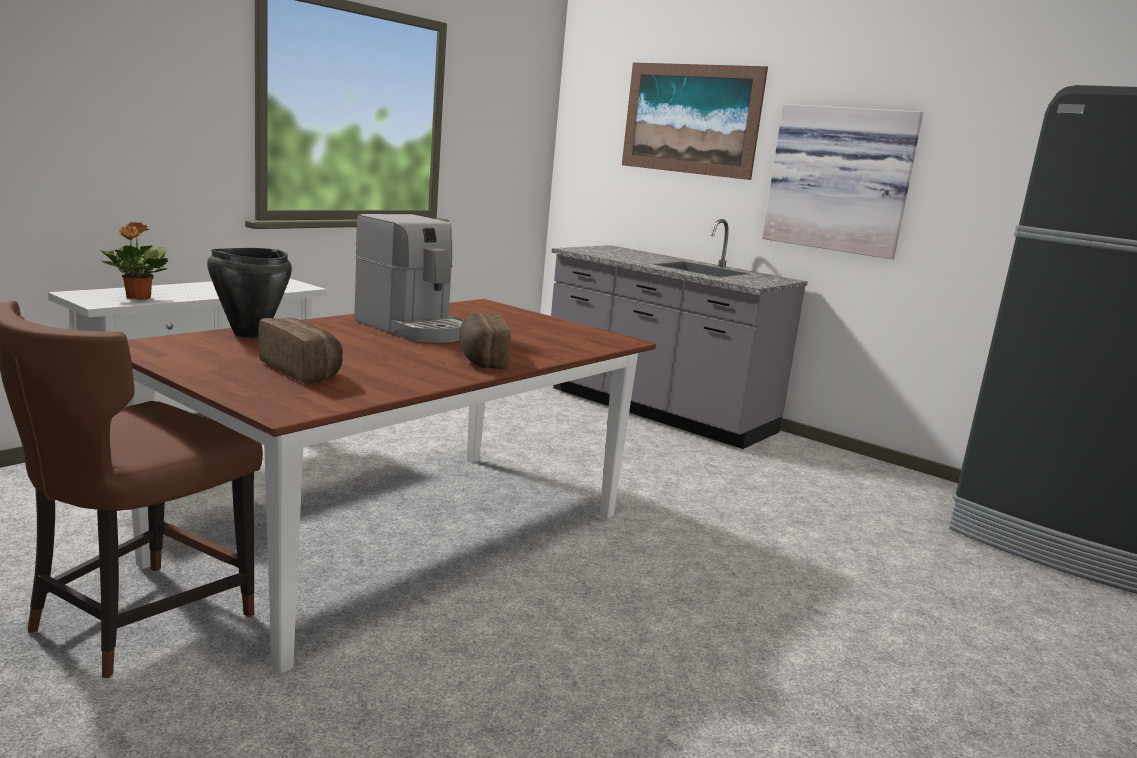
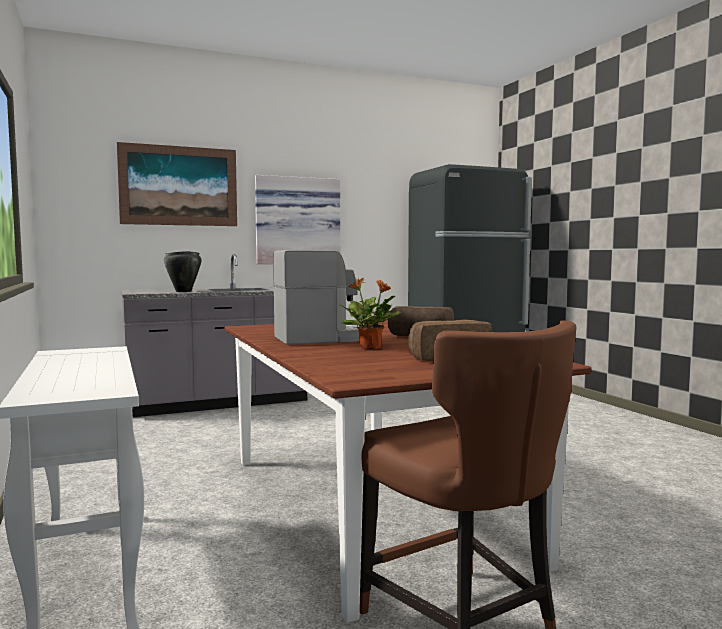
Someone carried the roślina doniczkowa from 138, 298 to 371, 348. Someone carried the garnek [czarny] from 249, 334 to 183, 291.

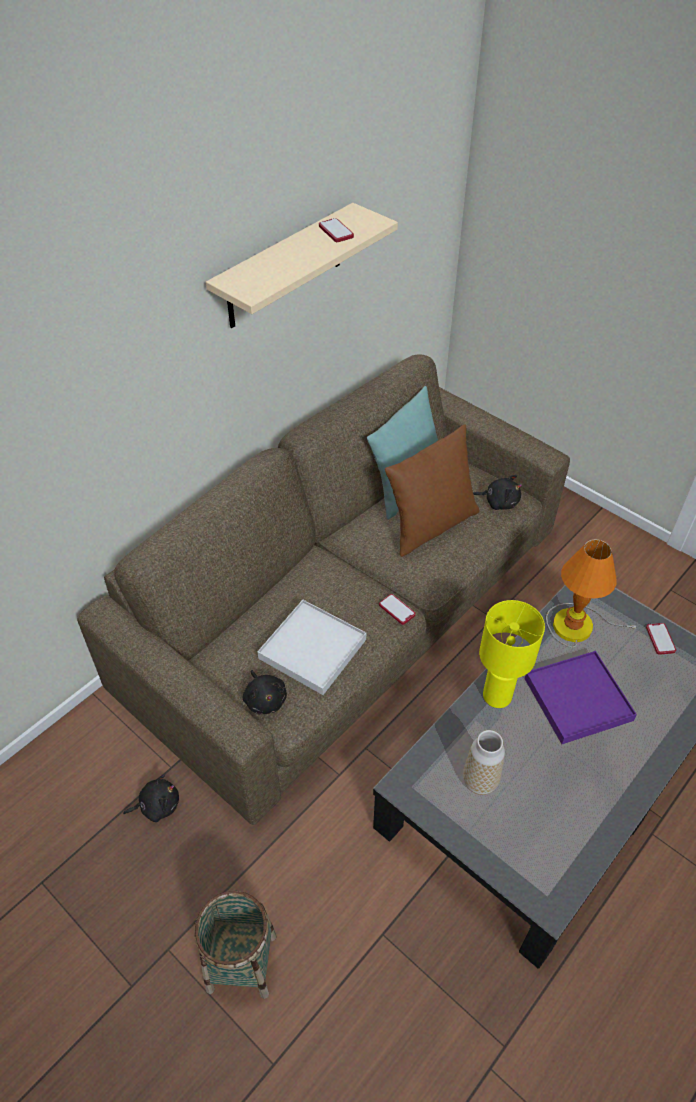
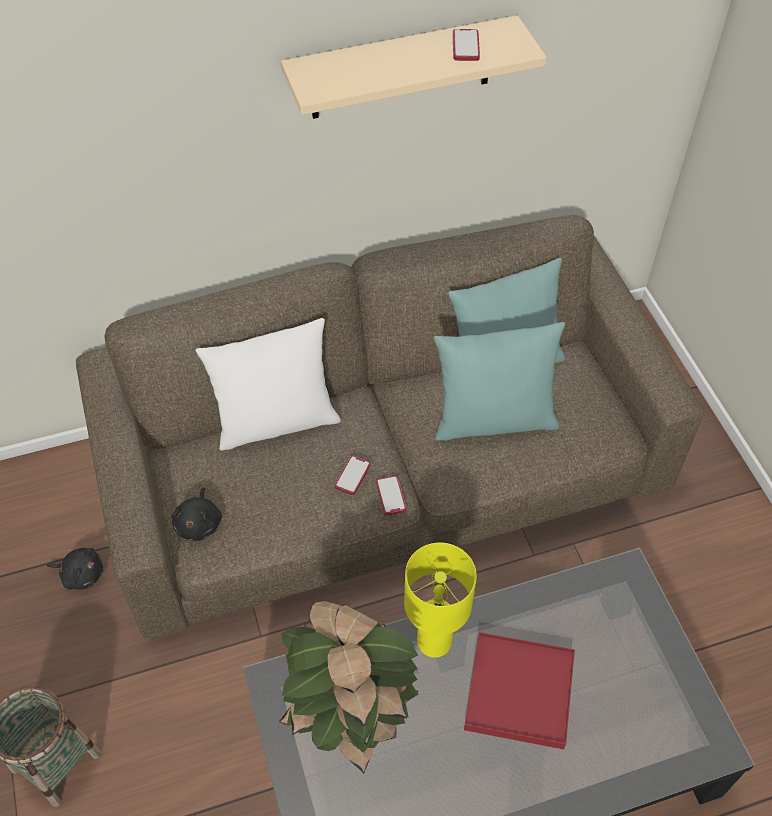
Someone took away the taca [biały] at 313, 649. Someone took away the pluszak [czarny] at 499, 502. Someone took away the lampa stołowa at 576, 624. Someone put down the poduszka [biały] at 276, 422. Someone carried the telefon from 660, 639 to 352, 476. Someone swapped the wazon at 480, 781 for the roślina doniczkowa at 349, 720. Someone repainted the poduszka [brązowy] at 430, 525, which became the poduszka [turkusowy] at 493, 420. Someone repainted the taca [fioletowy] at 577, 699, which became the taca [czerwony] at 519, 691.

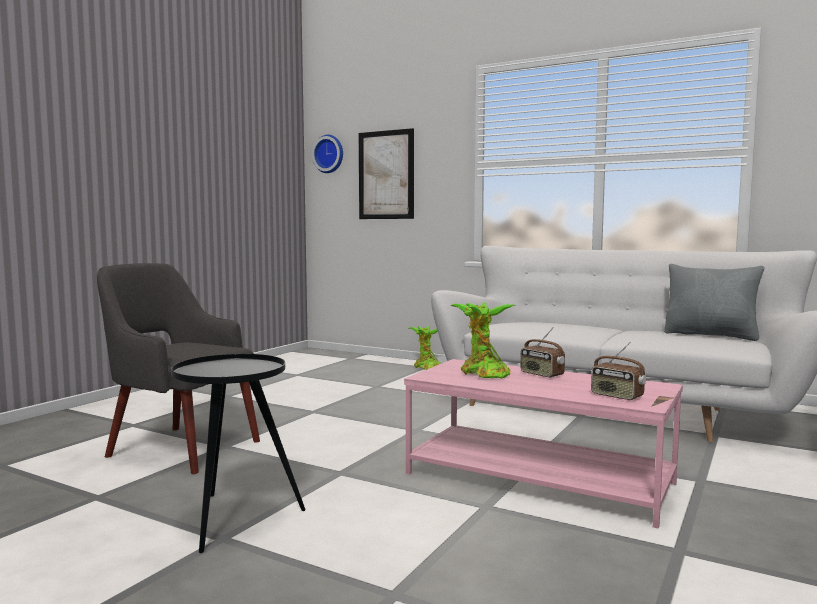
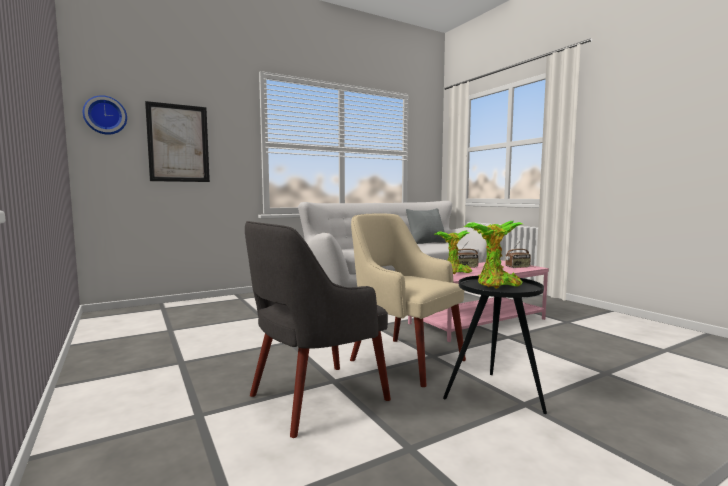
Someone put down the fotel [beżowy] at 405, 359. Someone carried the roślina doniczkowa from 426, 367 to 496, 285.

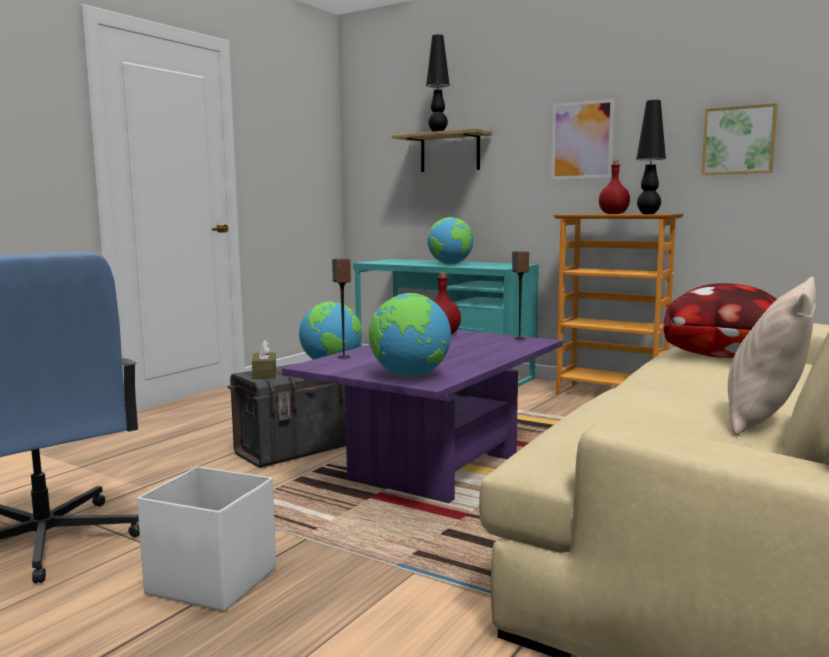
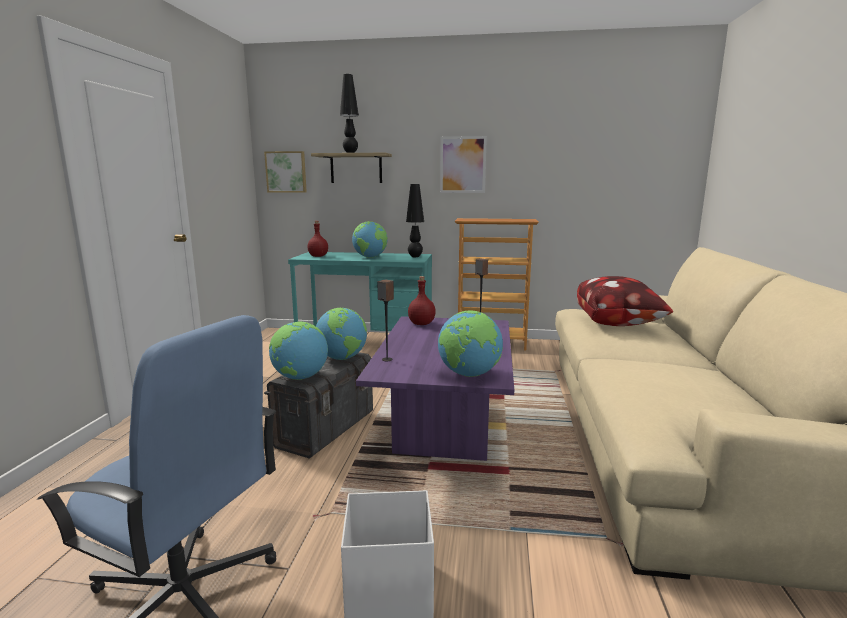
Someone took away the poduszka [beżowy] at 764, 420. Someone carried the butelka [czerwony] from 614, 214 to 318, 256. Someone carried the lampa stołowa [czarny] from 648, 214 to 415, 256. Someone carried the obraz from 739, 140 to 286, 172. Someone swapped the pudełko chusteczek [brązowy] at 264, 374 for the globus at 300, 377.

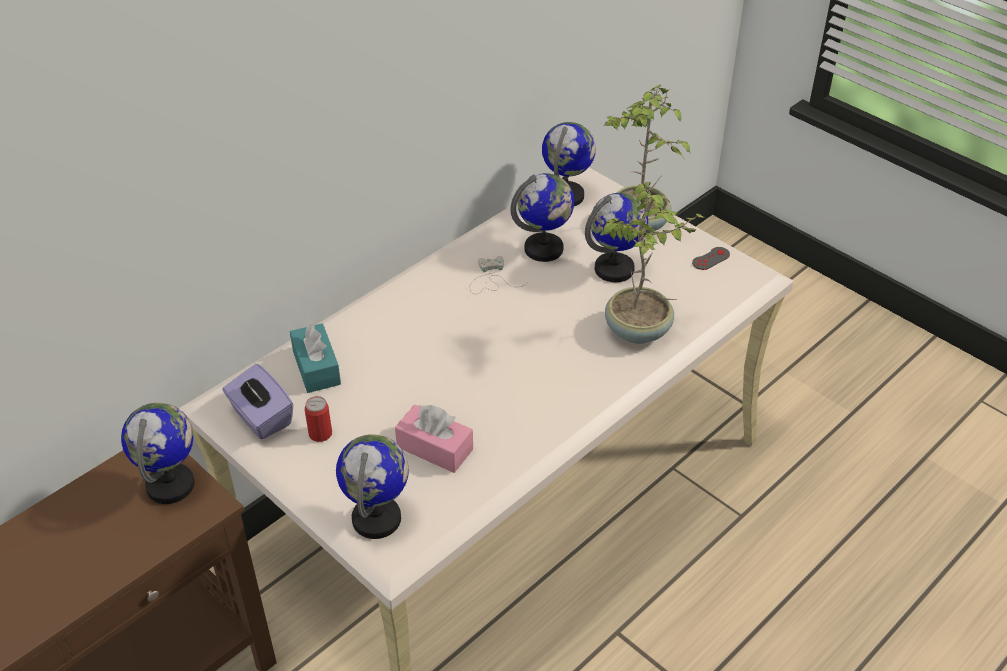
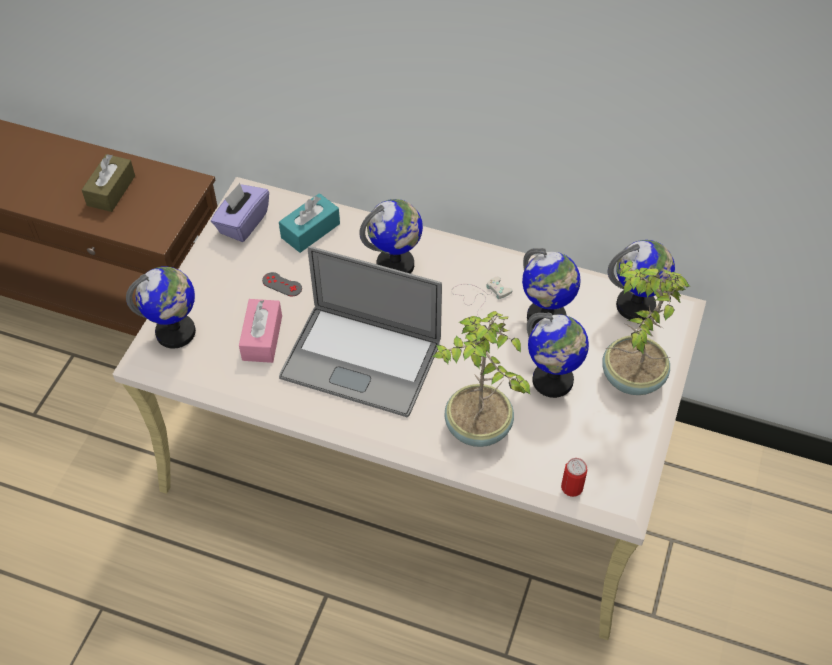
Someone put down the pudełko chusteczek [brązowy] at 111, 190. Someone put down the laptop at 361, 360. Someone carried the globus from 171, 485 to 396, 265. Someone carried the puszka from 320, 434 to 572, 487. Someone carried the pad do gier [szary] from 711, 258 to 282, 284.

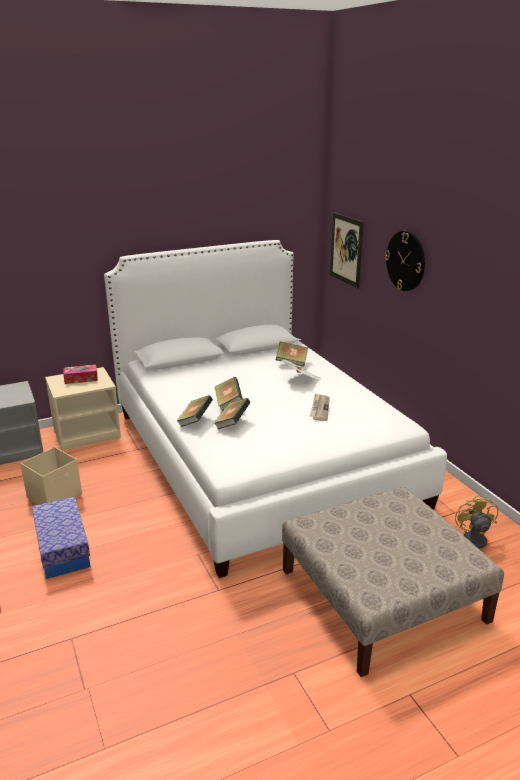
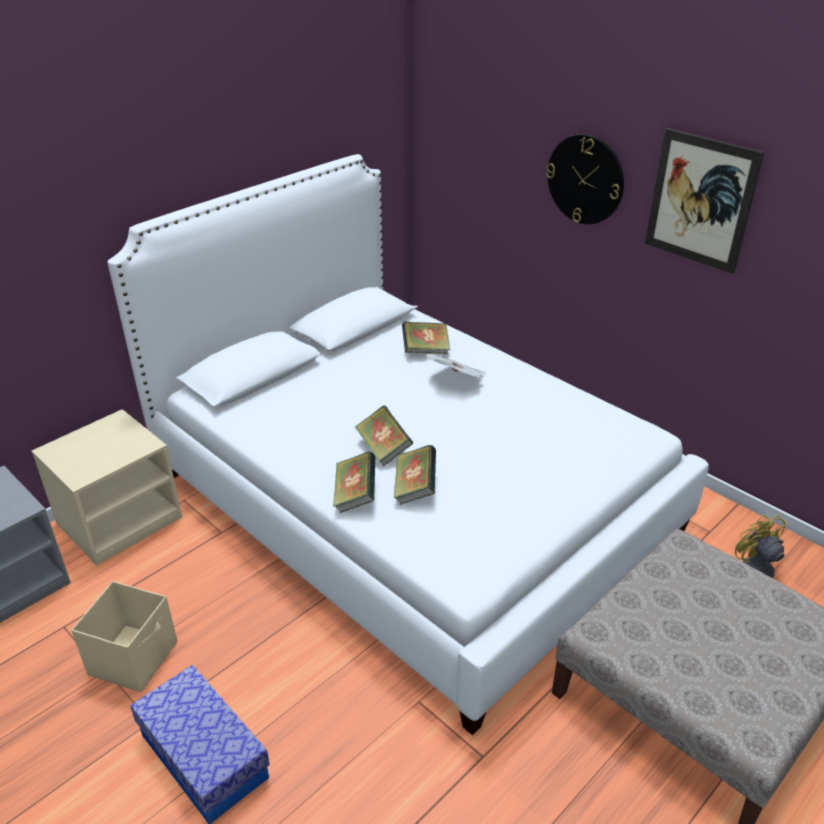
Someone took away the pudełko chusteczek at 81, 379. Someone took away the gazeta at 319, 408. Someone carried the obraz from 346, 249 to 700, 201.

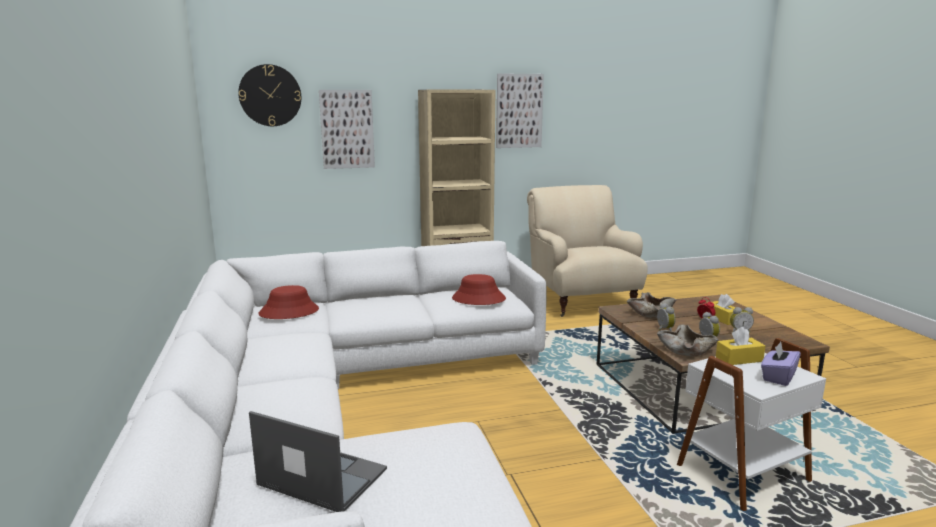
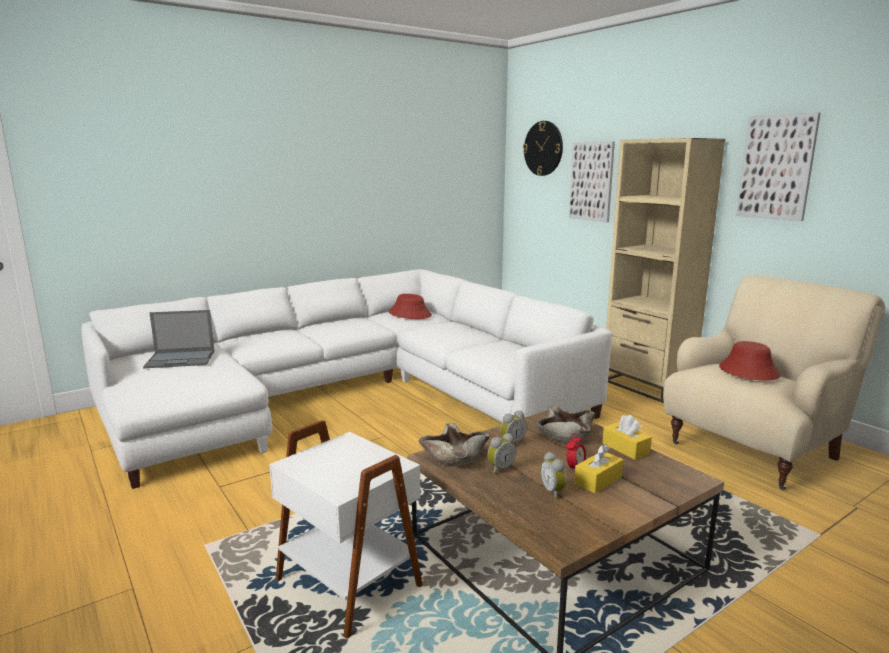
Someone took away the pudełko chusteczek [fioletowy] at 778, 377. Someone carried the kapelusz [czerwony] from 478, 299 to 748, 371. Someone carried the pudełko chusteczek [żółty] from 739, 359 to 625, 448. Someone rotated the laptop at 321, 477 by 75 degrees clockwise.

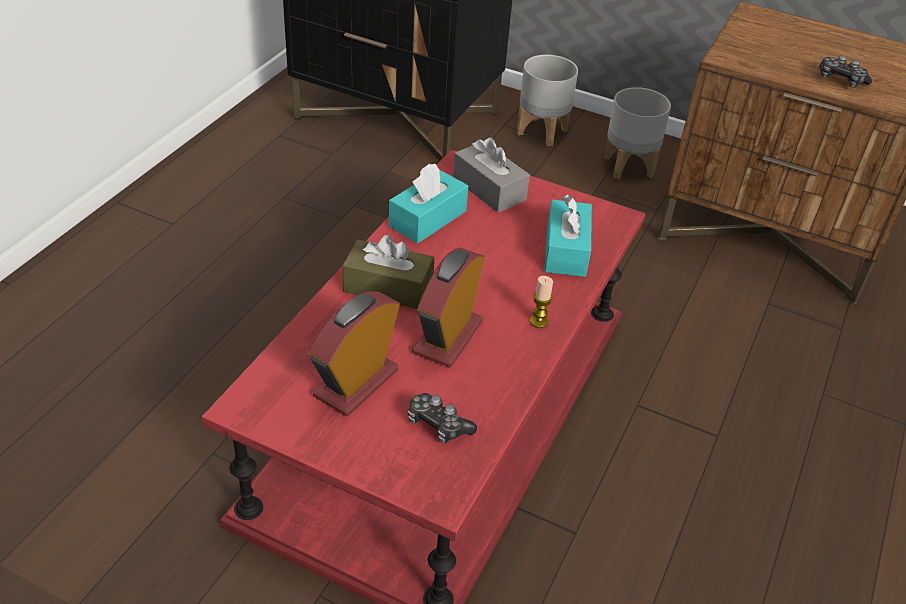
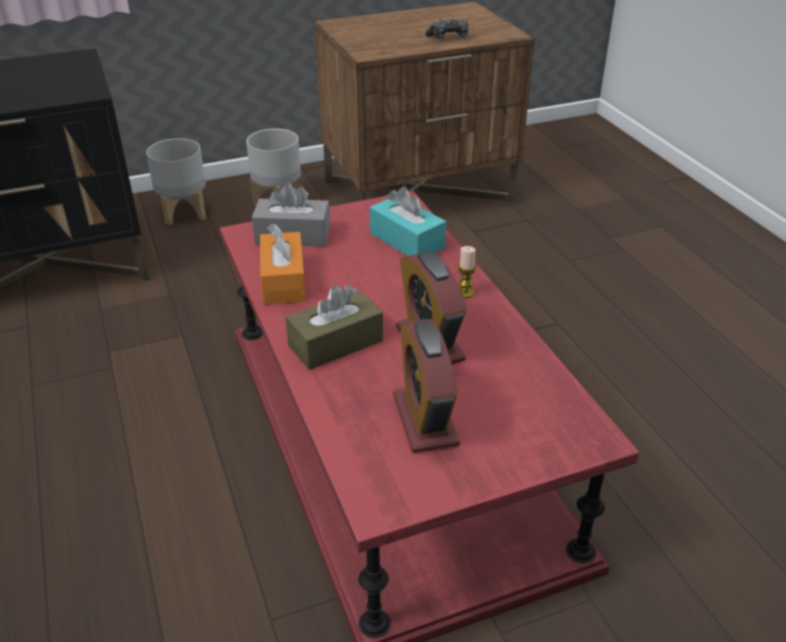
Someone took away the pad do gier at 438, 425. Someone repainted the pudełko chusteczek [turkusowy] at 427, 218, which became the pudełko chusteczek [pomarańczowy] at 283, 281.

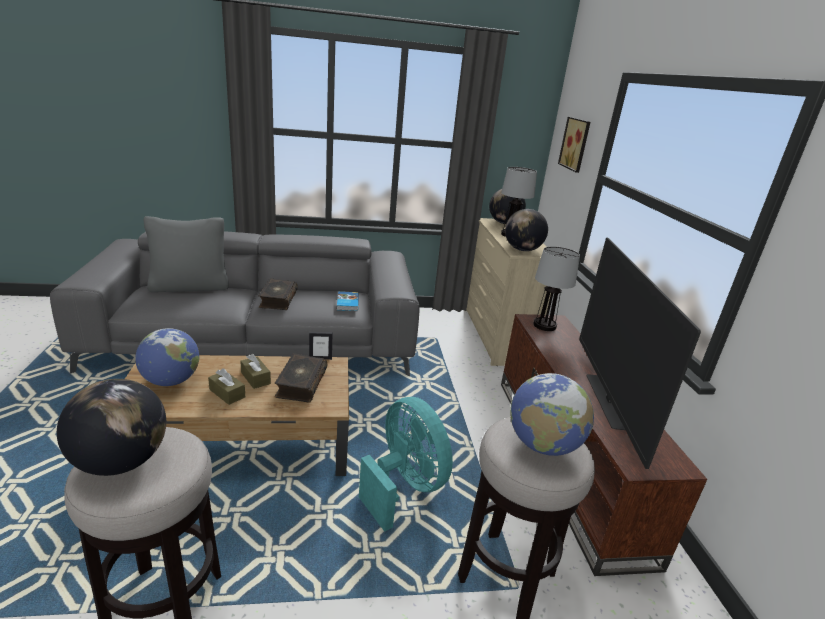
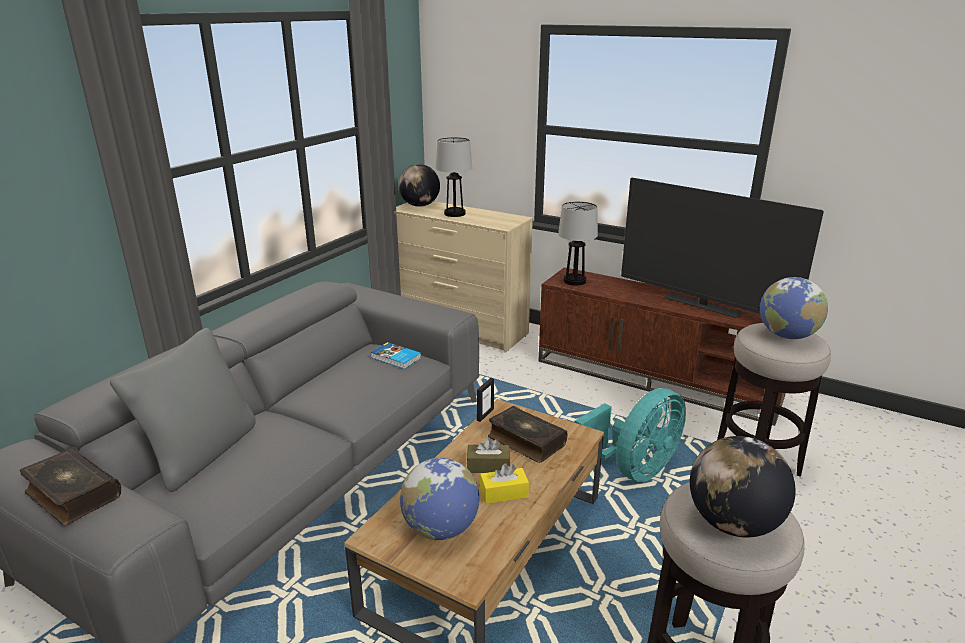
Someone took away the globus at 522, 250. Someone took away the obraz at 576, 144. Someone carried the książka from 277, 300 to 72, 495. Someone repainted the pudełko chusteczek [brązowy] at 227, 393, which became the pudełko chusteczek [żółty] at 504, 493. Someone rotated the wentylator [turkusowy] at 404, 486 by 135 degrees clockwise.

